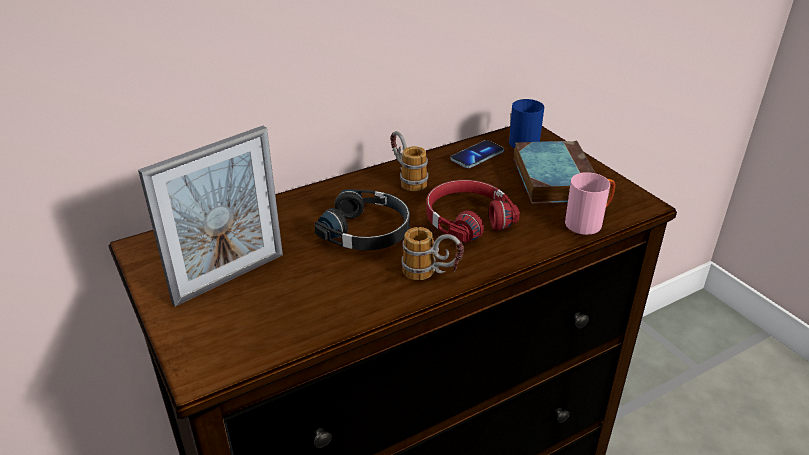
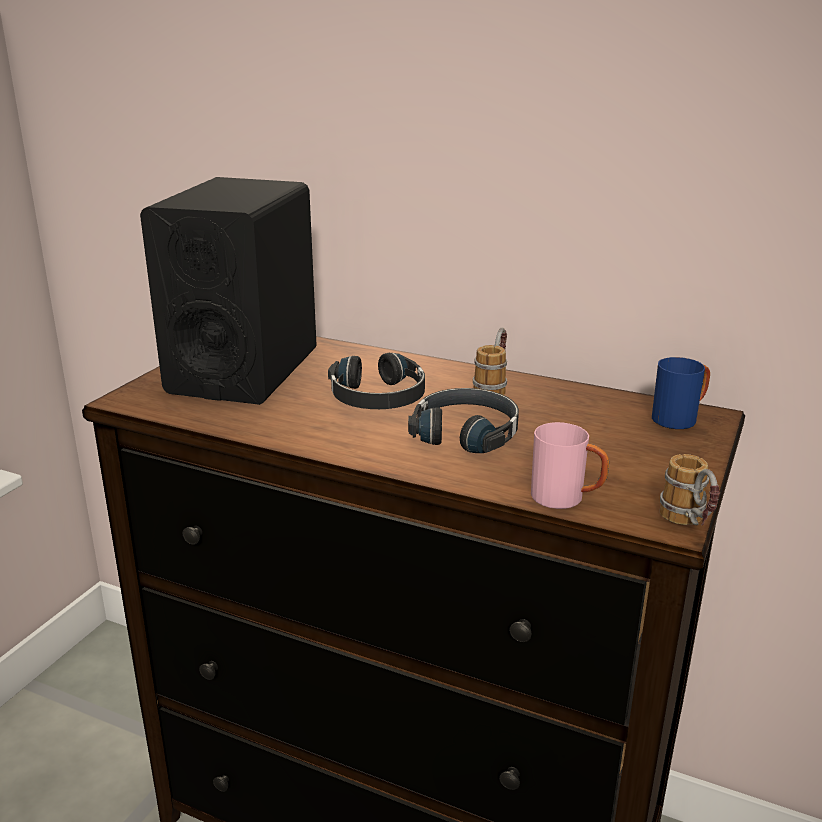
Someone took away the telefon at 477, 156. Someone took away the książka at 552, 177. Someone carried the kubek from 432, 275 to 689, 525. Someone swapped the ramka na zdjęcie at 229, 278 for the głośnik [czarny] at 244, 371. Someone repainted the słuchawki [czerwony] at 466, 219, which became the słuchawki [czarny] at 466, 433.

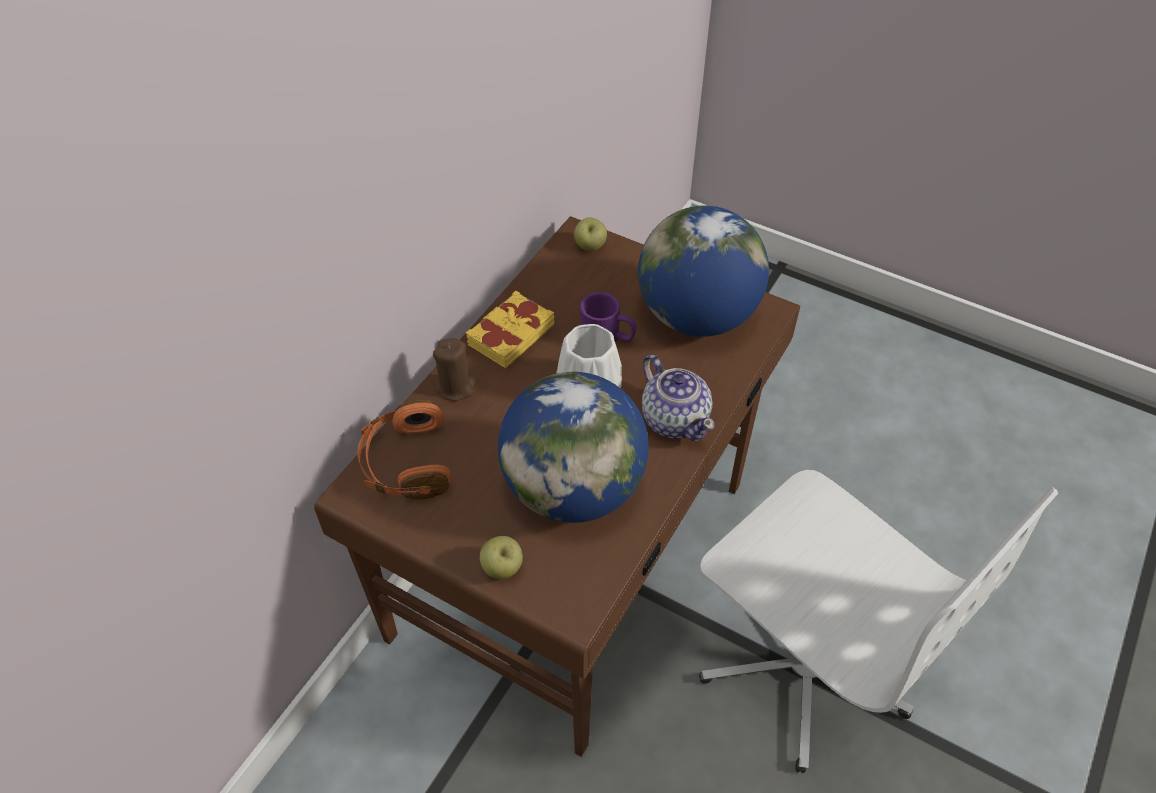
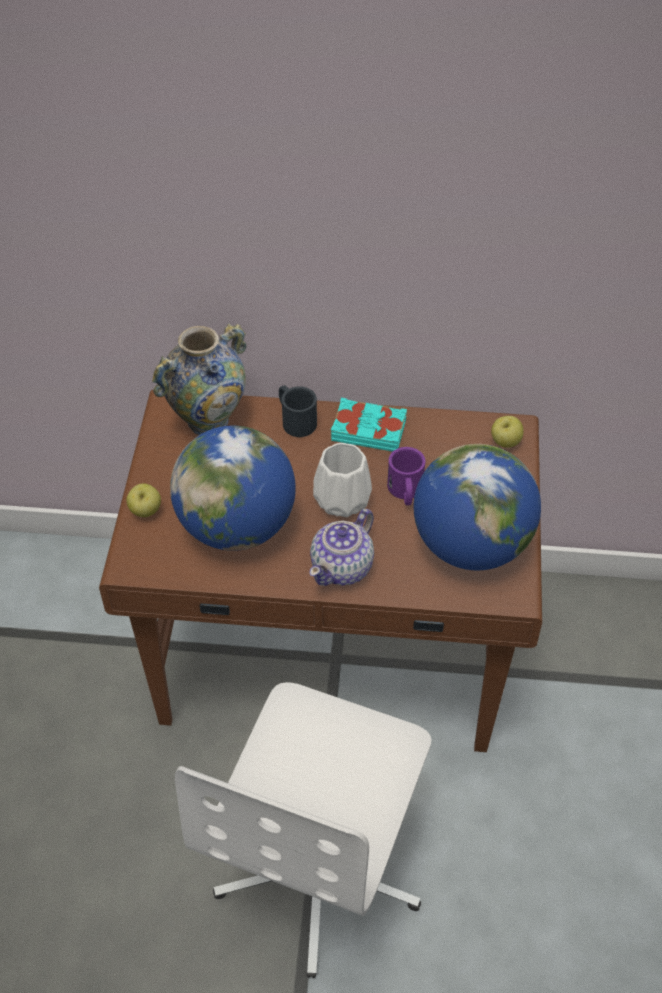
Someone swapped the słuchawki [pomarańczowy] at 405, 463 for the wazon at 208, 421. Someone swapped the świeca [brązowy] at 456, 387 for the kubek [czarny] at 295, 419. Someone repainted the książka [żółty] at 510, 334, which became the książka [turkusowy] at 368, 429.

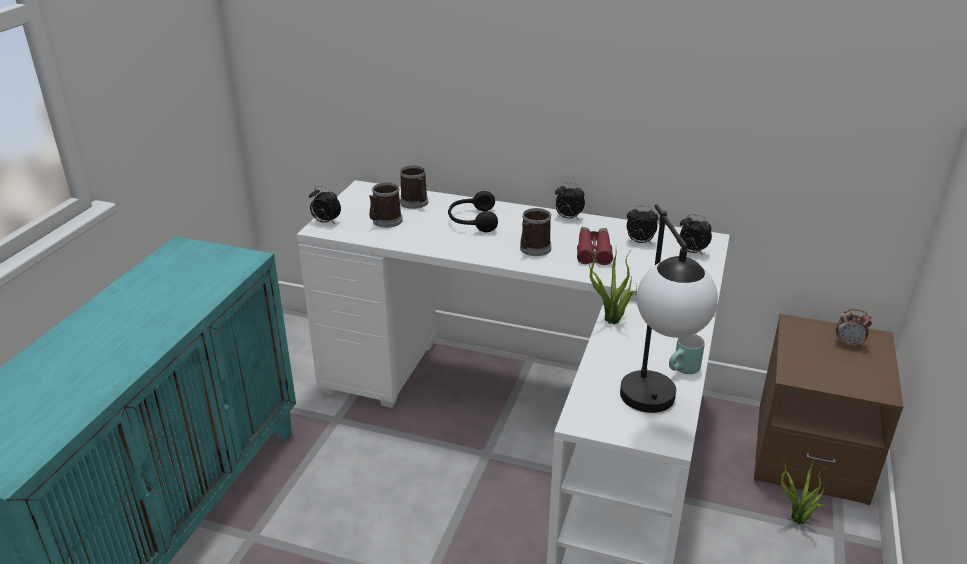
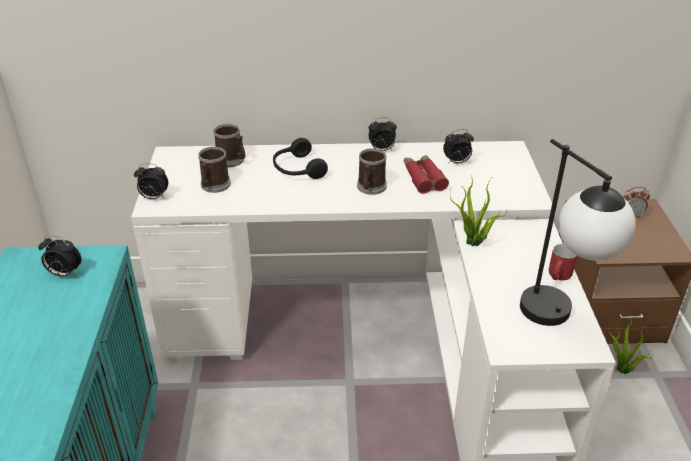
Someone carried the budzik from 691, 252 to 64, 274. Someone repainted the kubek [turkusowy] at 684, 371, which became the kubek [czerwony] at 559, 278.

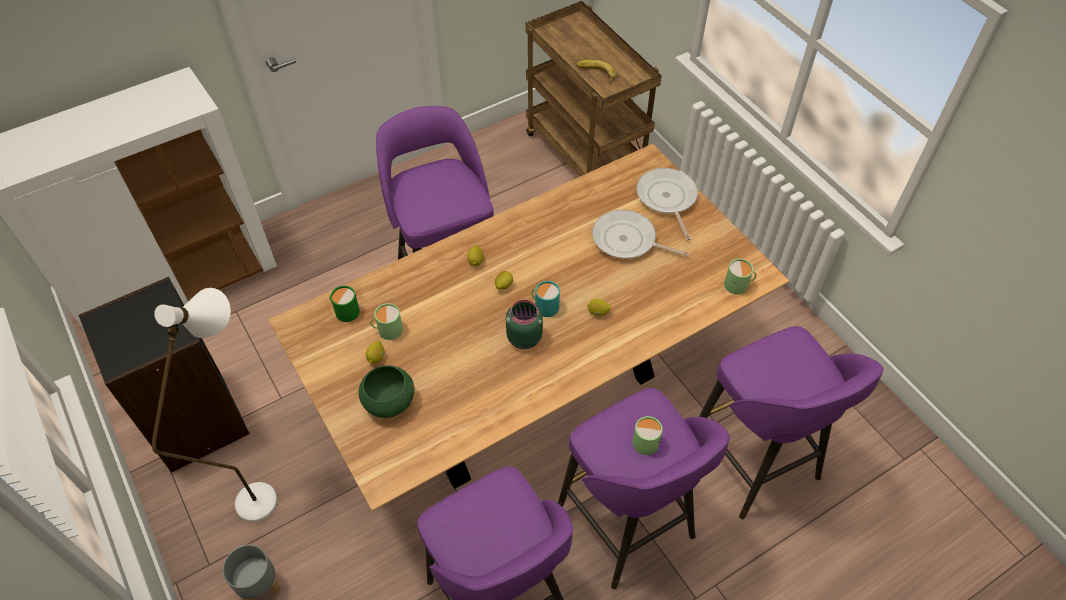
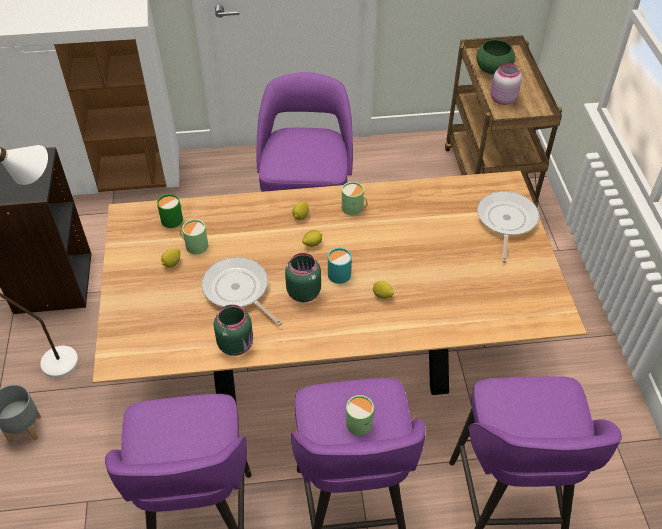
Someone put down the słoik [zielony] at 236, 344. Someone carried the miska [zielony] from 389, 402 to 493, 70. Someone carried the patelnia from 627, 240 to 238, 290. Someone carried the kubek [zielony] from 738, 285 to 354, 208. Someone swapped the banan at 595, 74 for the słoik [różowy] at 502, 99.

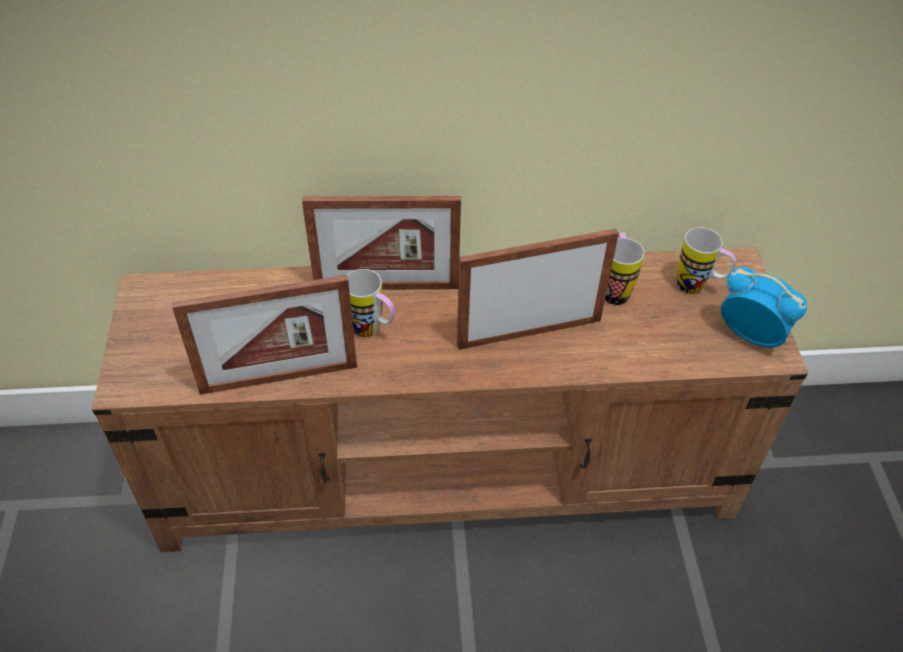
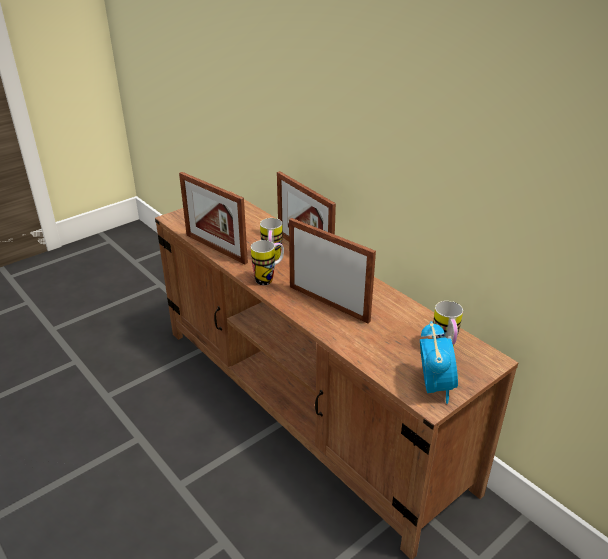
Someone carried the kubek from 615, 289 to 269, 279.

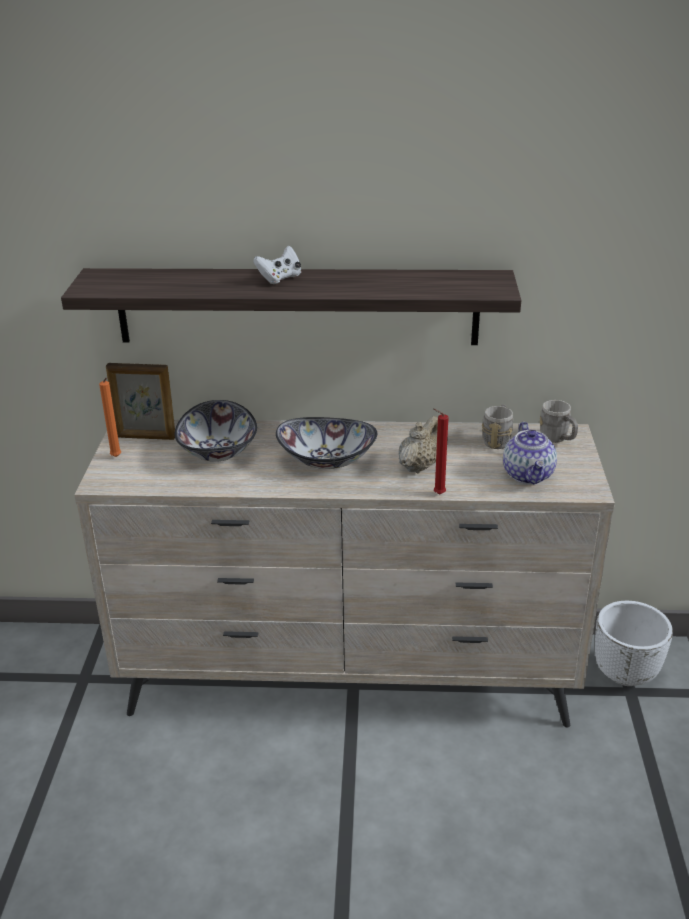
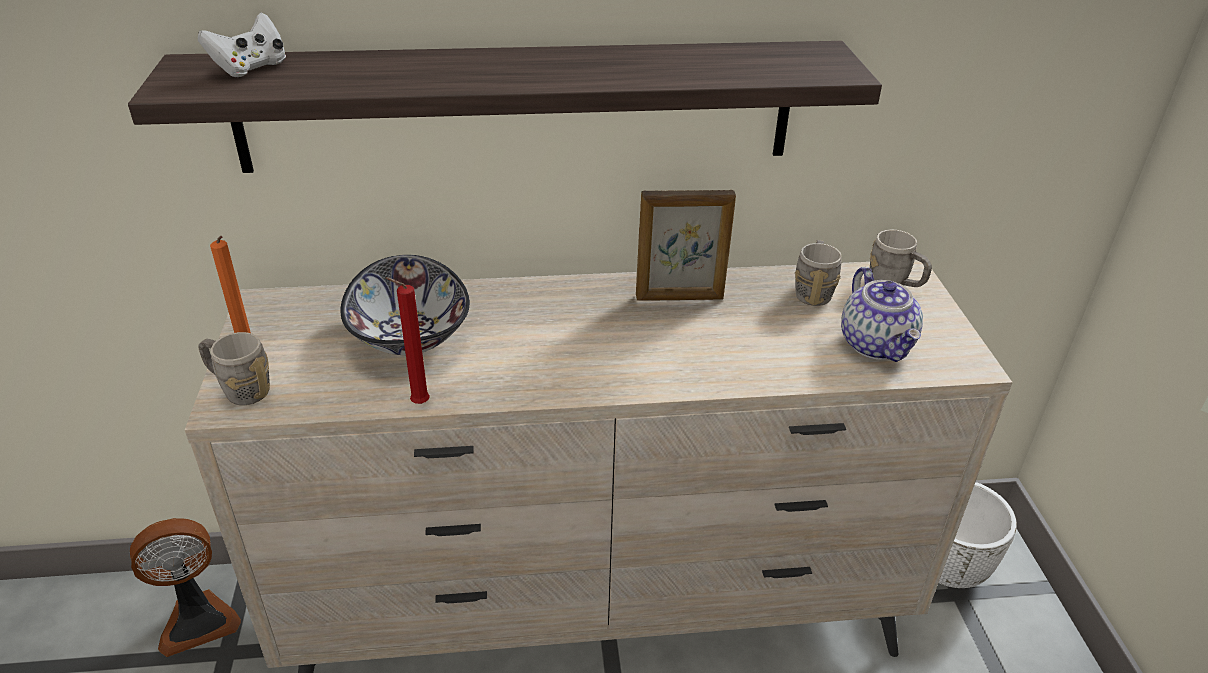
Someone took away the miska at 327, 460. Someone took away the imbryk [beżowy] at 418, 466. Someone put down the wentylator at 198, 619. Someone put down the kubek [szary] at 240, 389. Someone carried the ramka na zdjęcie from 146, 437 to 680, 298. Someone carried the pad do gier [biały] from 280, 278 to 251, 68. Someone carried the świeca [czerwony] from 437, 494 to 417, 404.

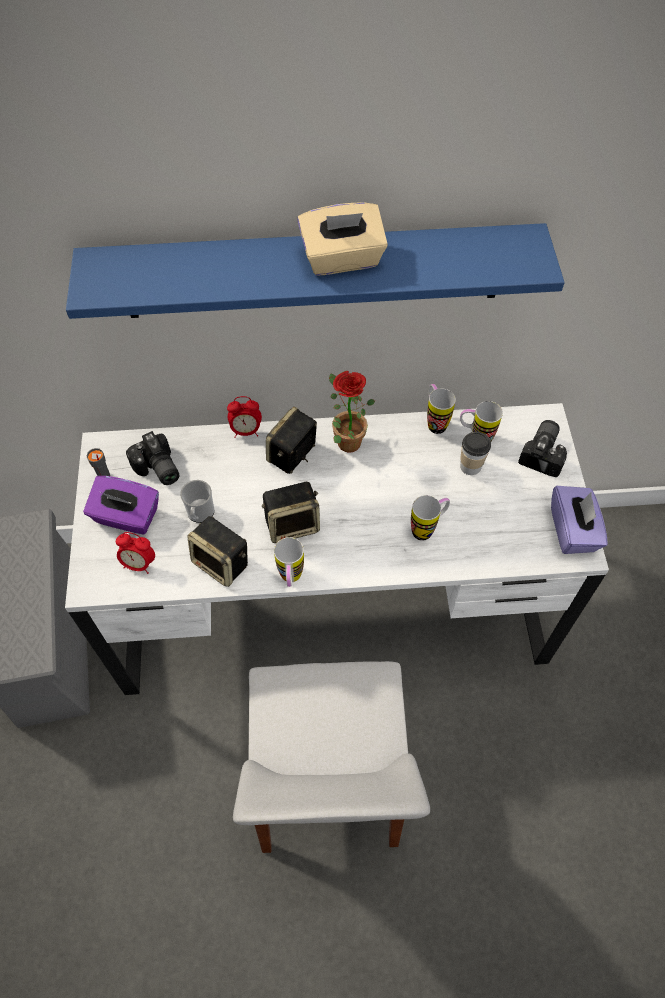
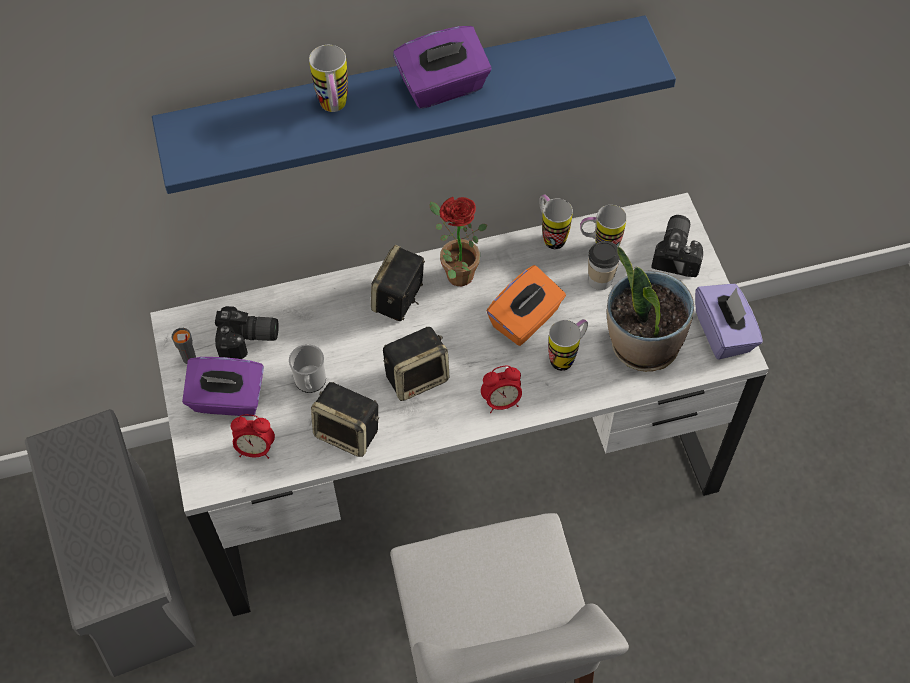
Someone put down the pudełko chusteczek [pomarańczowy] at 525, 320. Someone put down the roślina doniczkowa at 642, 345. Someone carried the budzik from 246, 431 to 501, 402. Someone carried the kubek from 290, 579 to 334, 109. Someone repainted the pudełko chusteczek [beżowy] at 342, 260, which became the pudełko chusteczek [fioletowy] at 443, 87. Someone rotated the aparat fotograficzny at 157, 469 by 45 degrees counterclockwise.

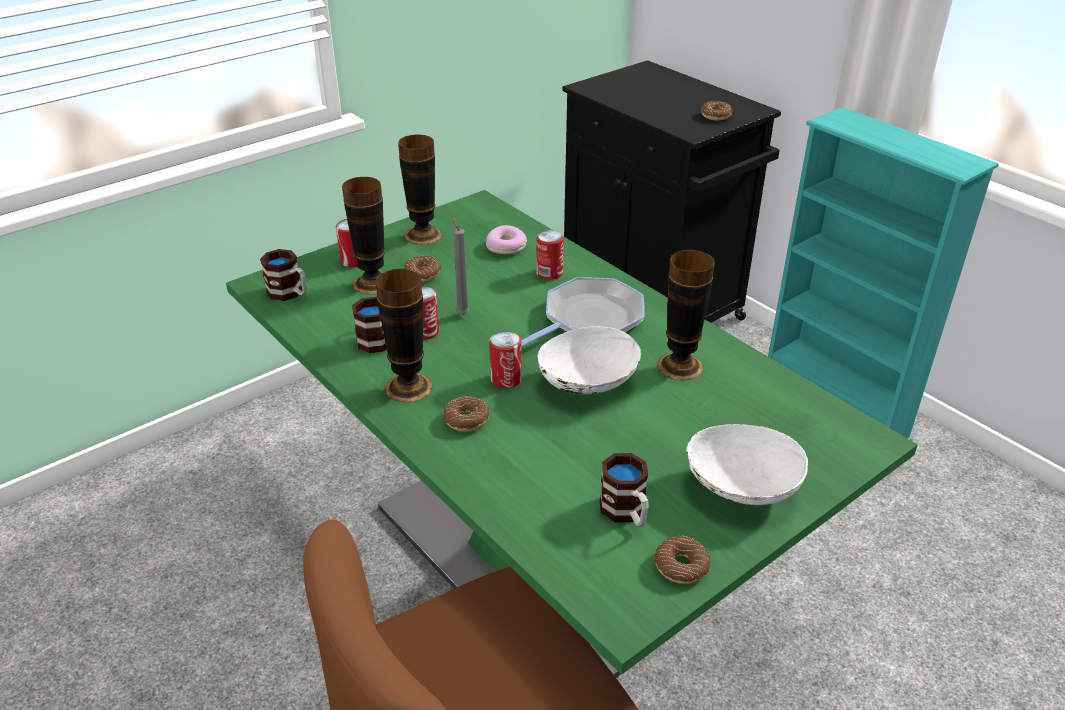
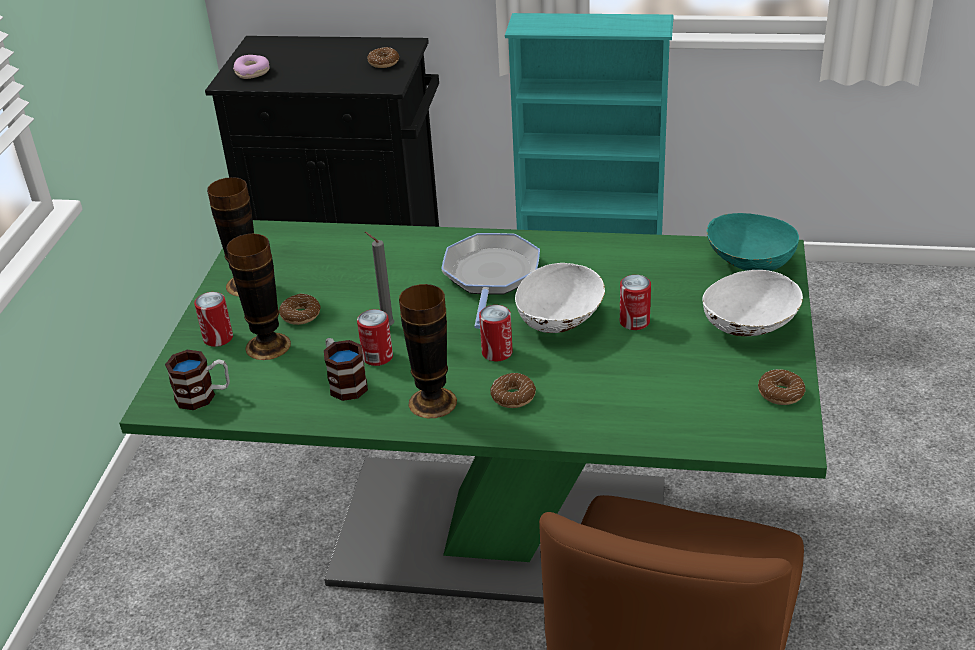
Someone took away the kubek at 626, 513. Someone took away the wazon at 680, 366. Someone put down the miska [turkusowy] at 748, 264. Someone carried the donut from 506, 247 to 252, 72. Someone carried the puszka from 549, 273 to 634, 322.

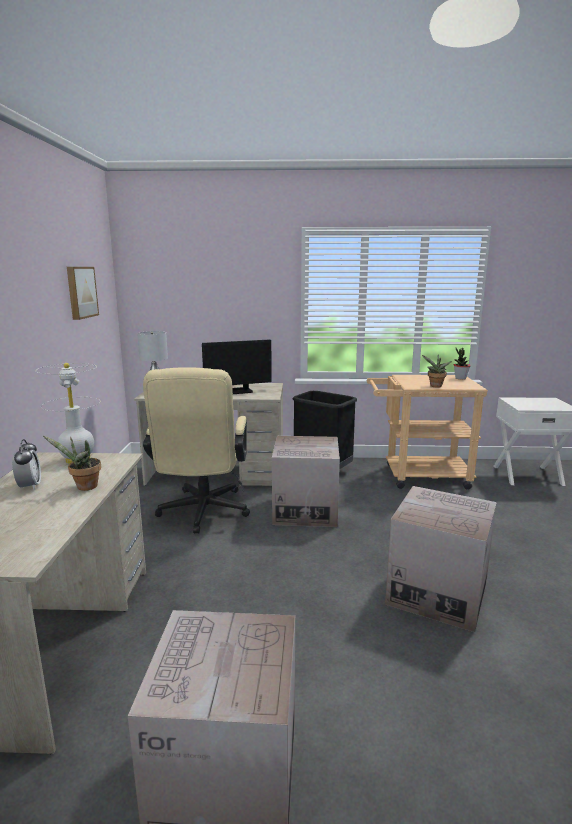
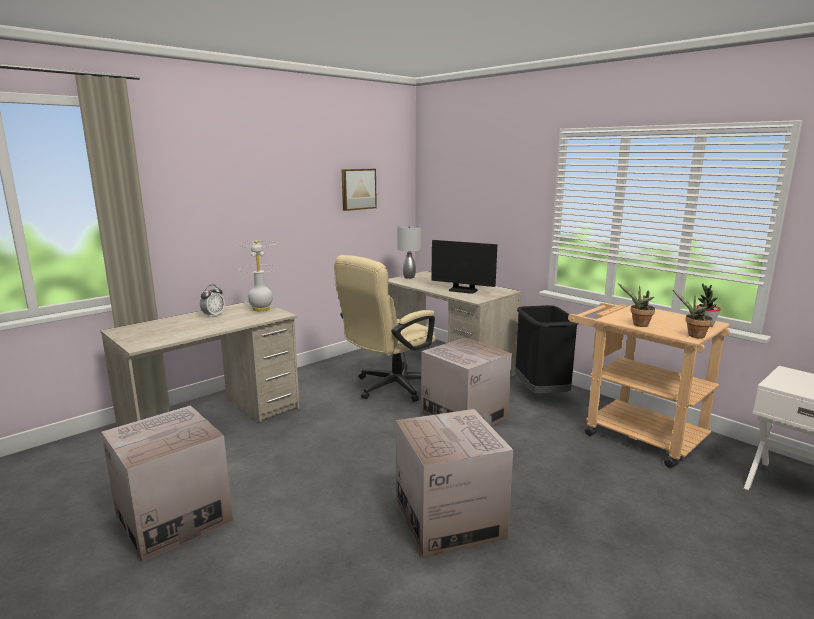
Someone carried the roślina doniczkowa from 84, 487 to 693, 336.

